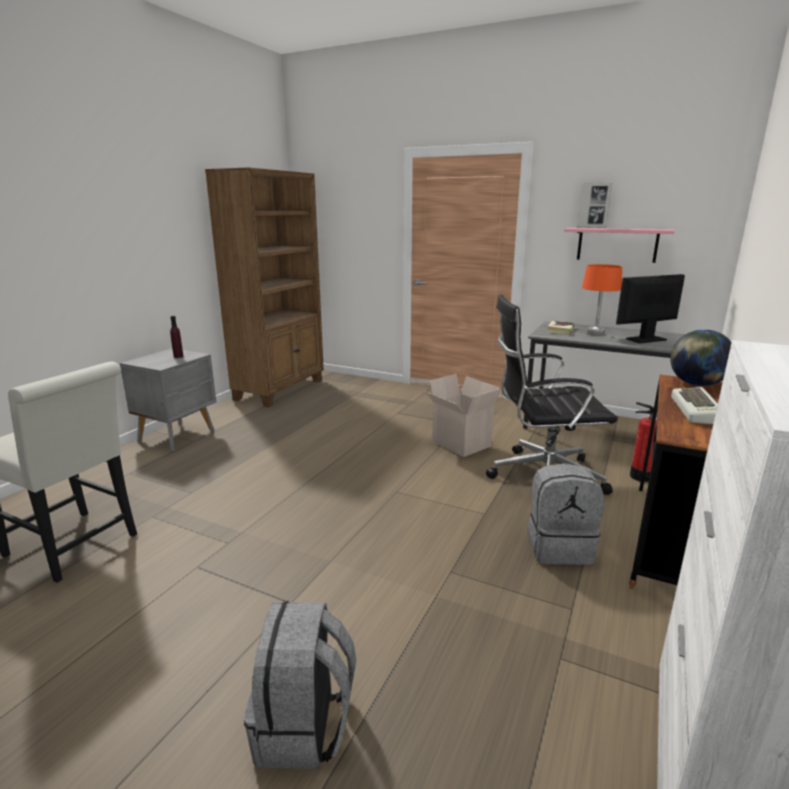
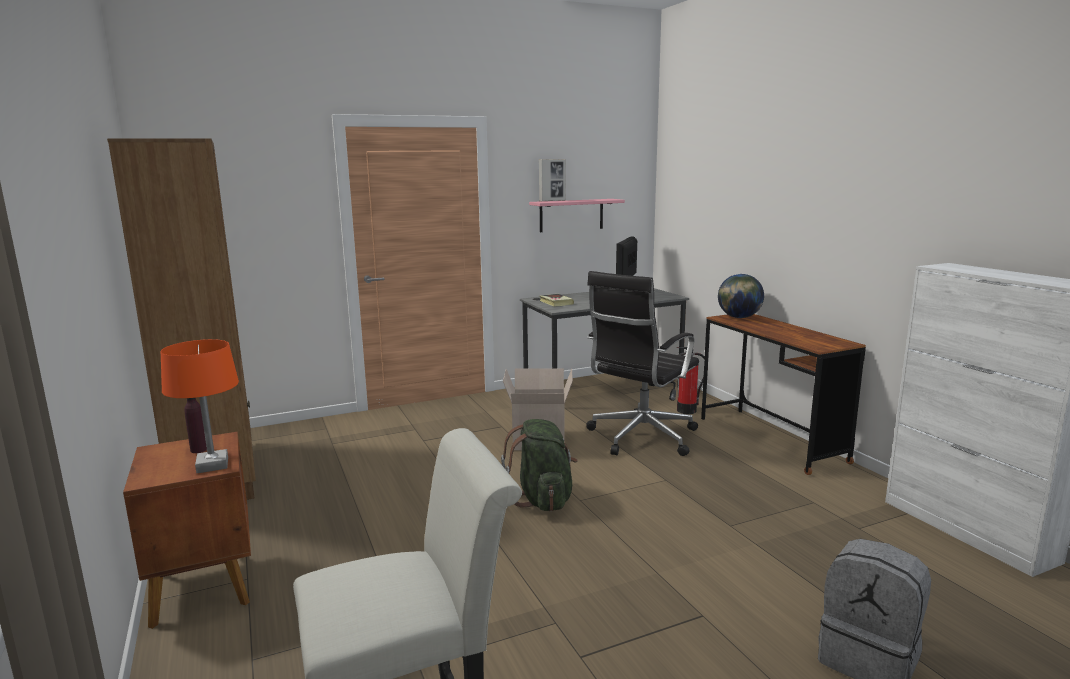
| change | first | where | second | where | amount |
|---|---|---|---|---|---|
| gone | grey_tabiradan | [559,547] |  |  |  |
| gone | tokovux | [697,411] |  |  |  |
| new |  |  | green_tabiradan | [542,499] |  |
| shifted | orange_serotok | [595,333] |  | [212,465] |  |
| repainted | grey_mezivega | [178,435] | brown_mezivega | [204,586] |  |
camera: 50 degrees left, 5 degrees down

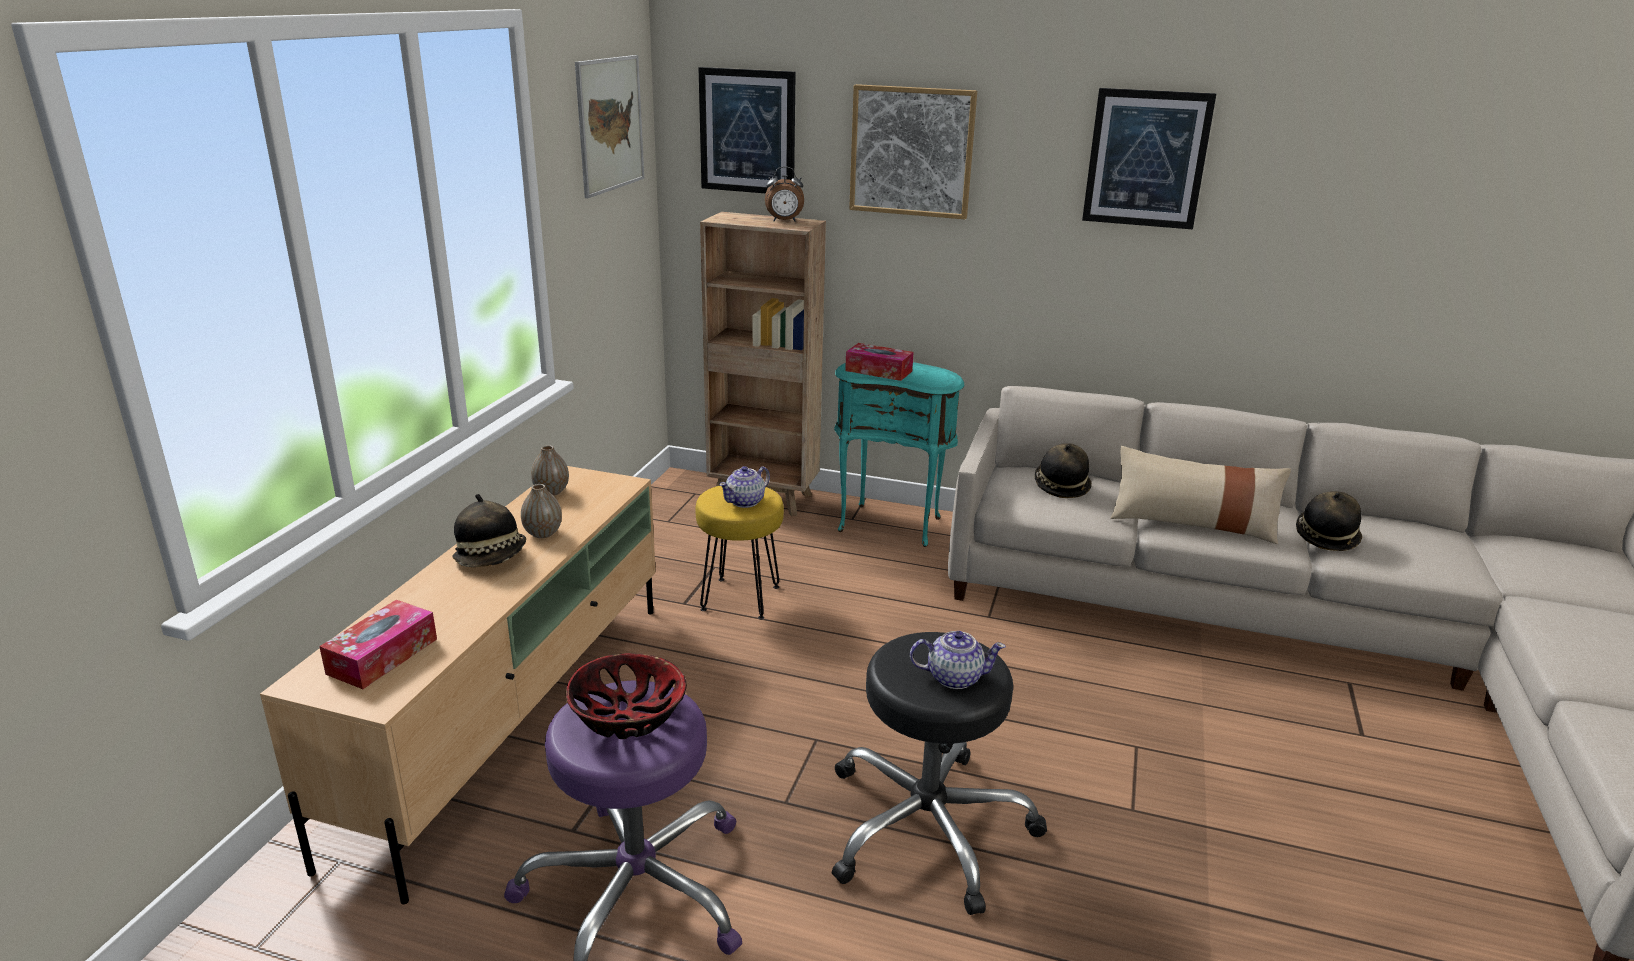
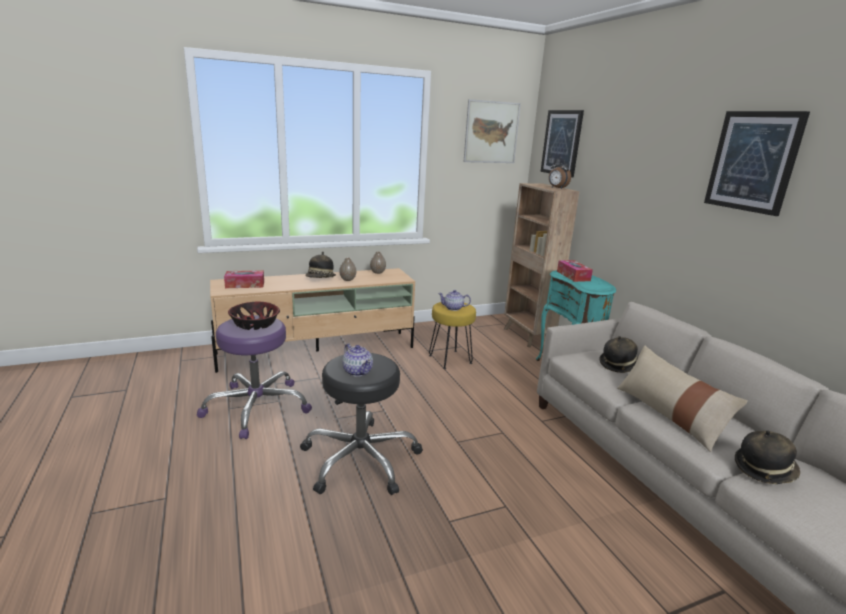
| change | first | where | second | where | amount |
|---|---|---|---|---|---|
| gone | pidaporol | [912,151] |  |  |  |
camera: 50 degrees right, 5 degrees down

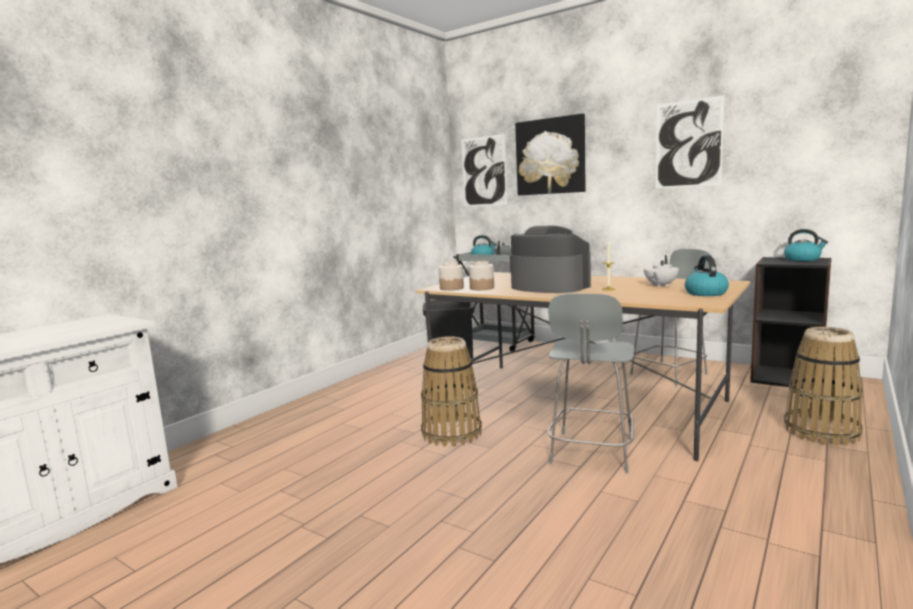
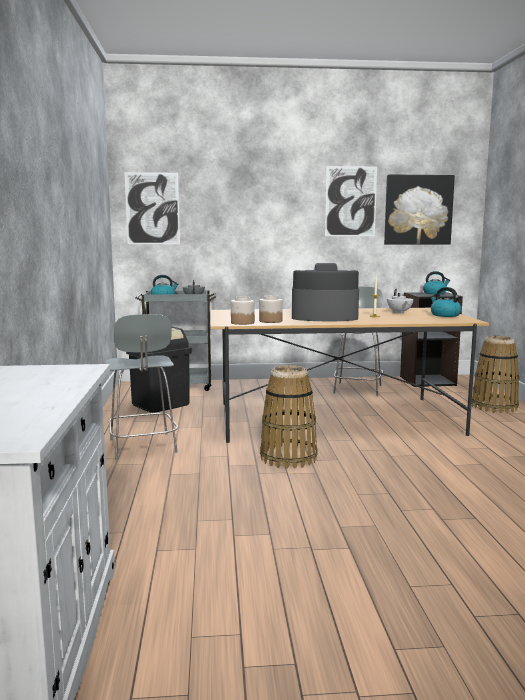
| change | first | where | second | where | amount |
|---|---|---|---|---|---|
| shifted | pidaporol | [550,156] |  | [418,210] |  |
| shifted | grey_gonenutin | [591,453] |  | [143,447] |  |
camera: 40 degrees left, 0 degrees up

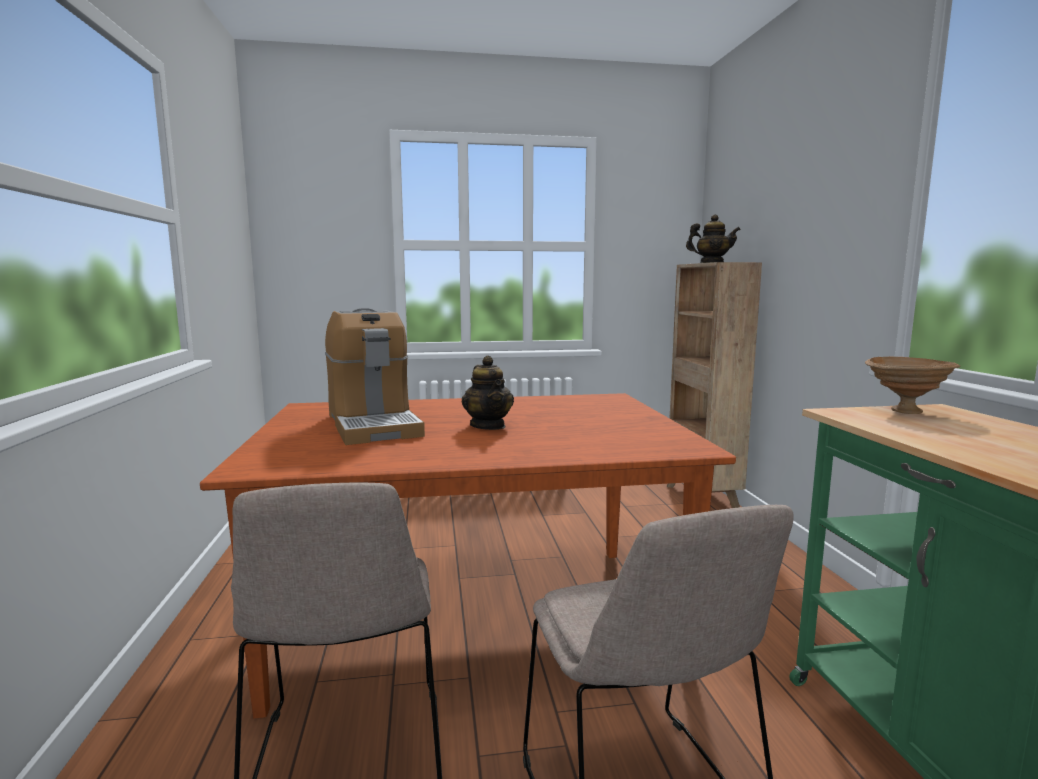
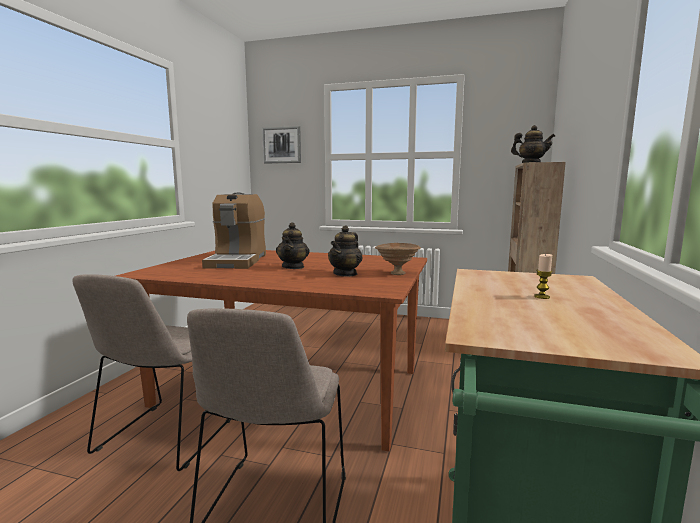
| change | first | where | second | where | amount |
|---|---|---|---|---|---|
| new |  |  | pidaporol | [282,145] |  |
| new |  |  | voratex | [345,274] |  |
| new |  |  | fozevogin | [542,297] |  |
| shifted | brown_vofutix | [905,411] |  | [396,273] |  |
camera: 25 degrees right, 0 degrees up

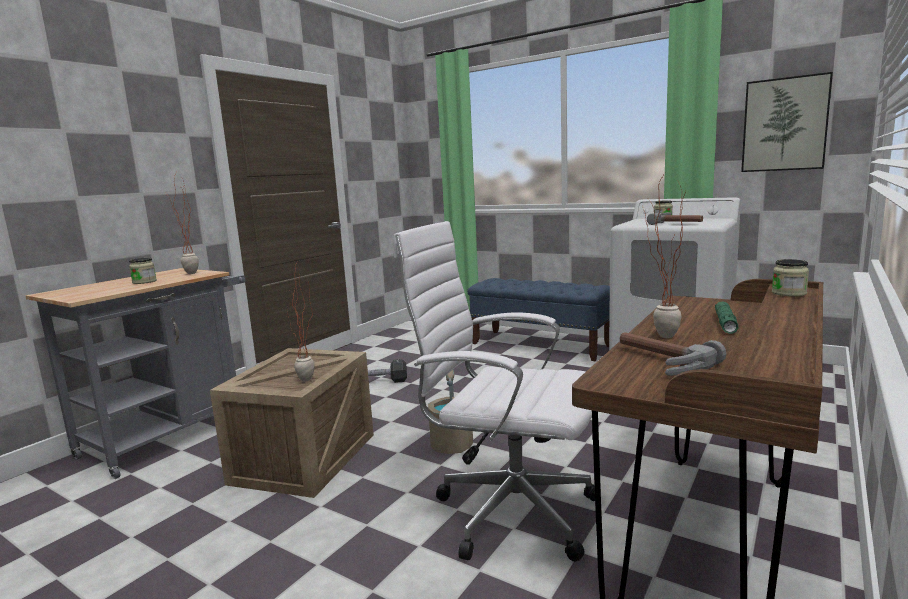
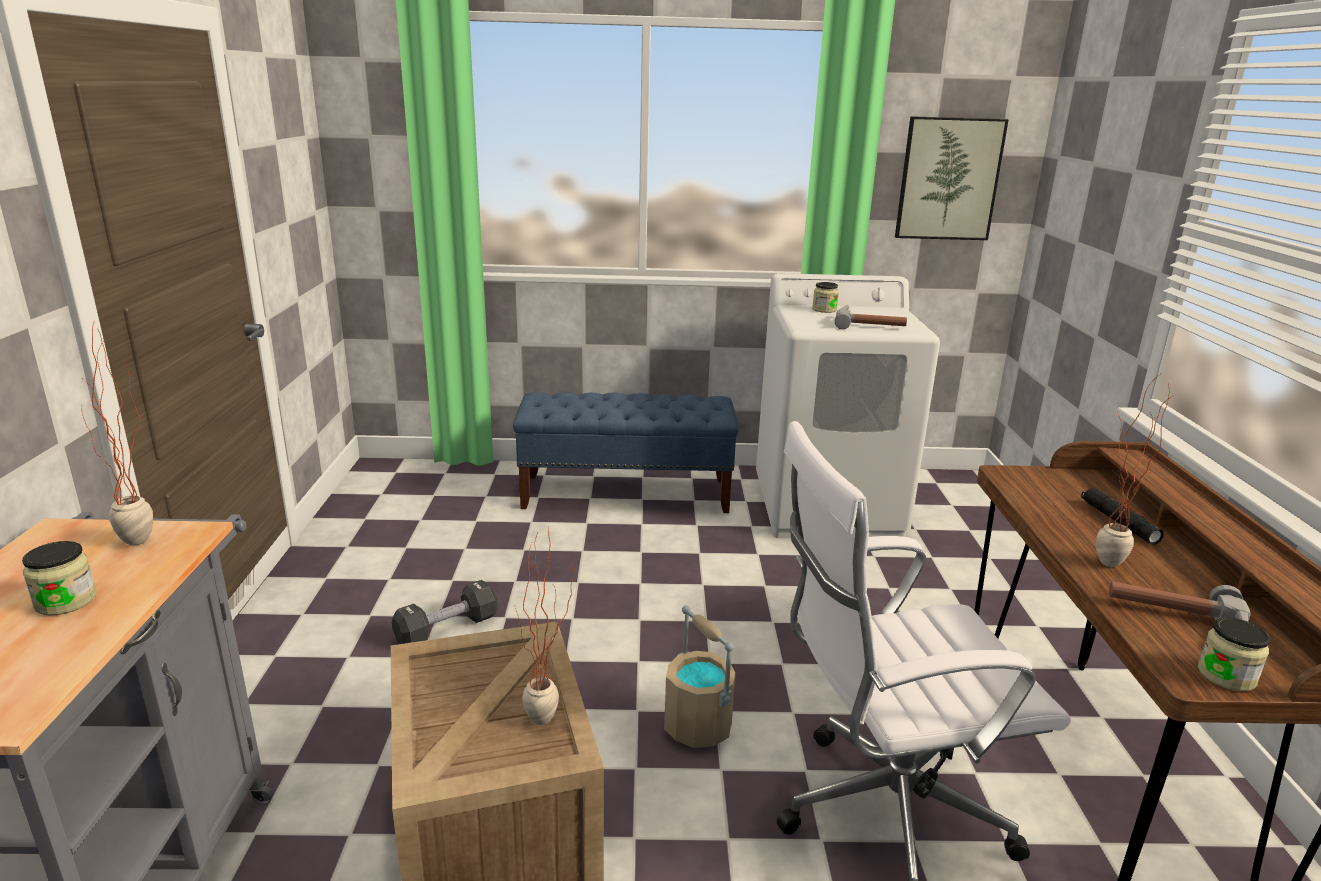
| change | first | where | second | where | amount |
|---|---|---|---|---|---|
| shifted | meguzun | [789,293] |  | [1226,675] |  |
| repainted | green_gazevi | [725,323] | black_gazevi | [1118,522] |  |
camera: 35 degrees left, 10 degrees up

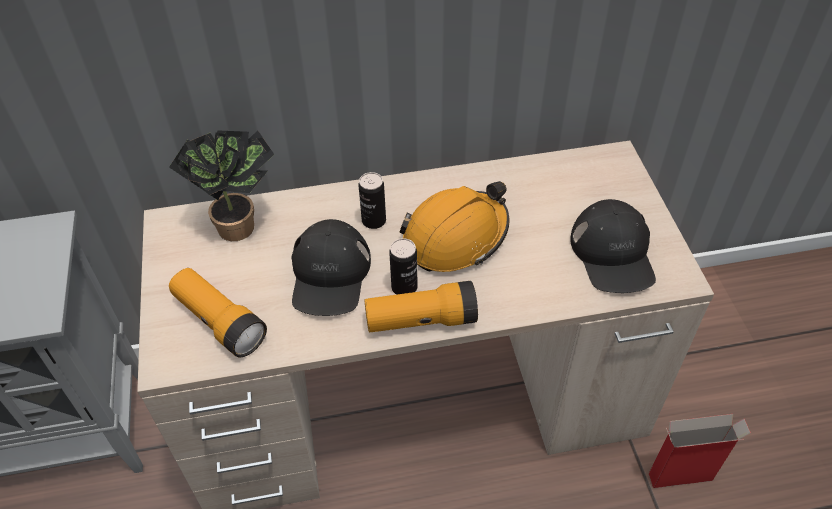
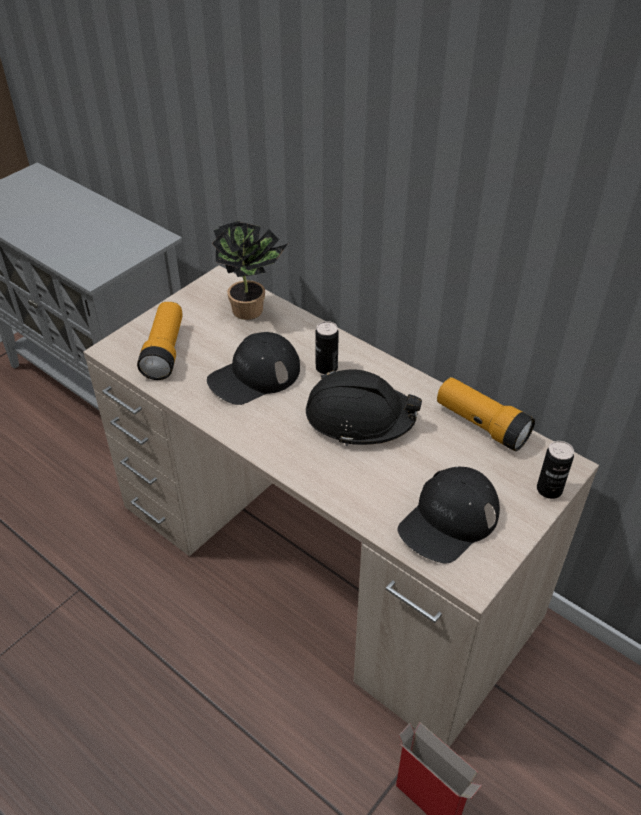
| change | first | where | second | where | amount |
|---|---|---|---|---|---|
| shifted | gazevi | [421,320] |  | [481,425] |  |
| shifted | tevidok | [404,287] |  | [549,489] |  |
| repainted | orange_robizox | [456,237] | black_robizox | [360,418] |  |
camera: 50 degrees right, 5 degrees down

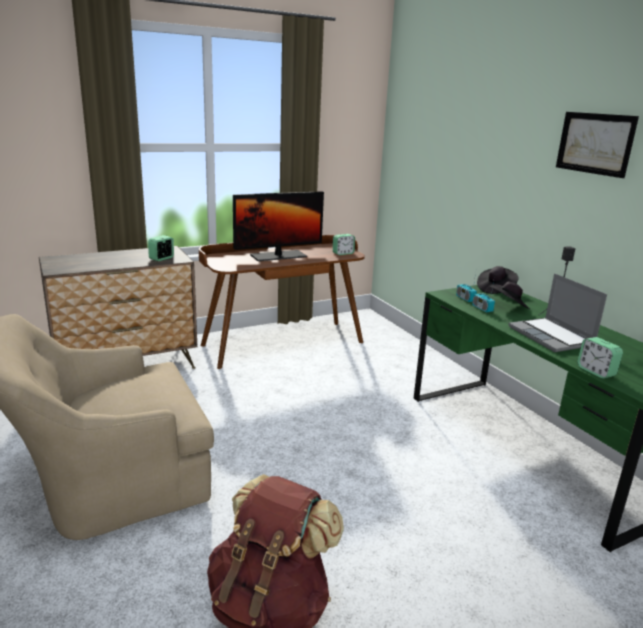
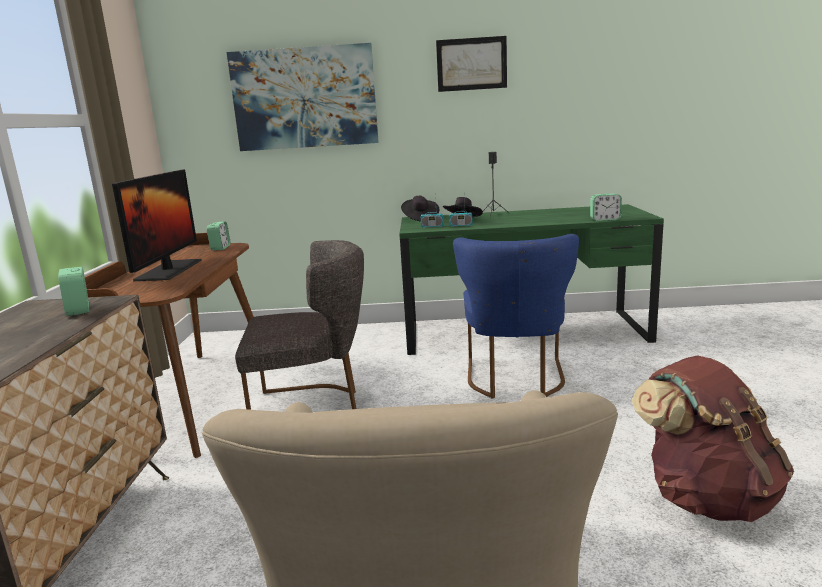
| change | first | where | second | where | amount |
|---|---|---|---|---|---|
| gone | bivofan | [552,337] |  |  |  |
| new |  |  | pidaporol | [304,98] |  |
| new |  |  | grey_gonenutin | [313,408] |  |
| new |  |  | blue_gonenutin | [515,380] |  |
camera: 60 degrees left, 5 degrees down

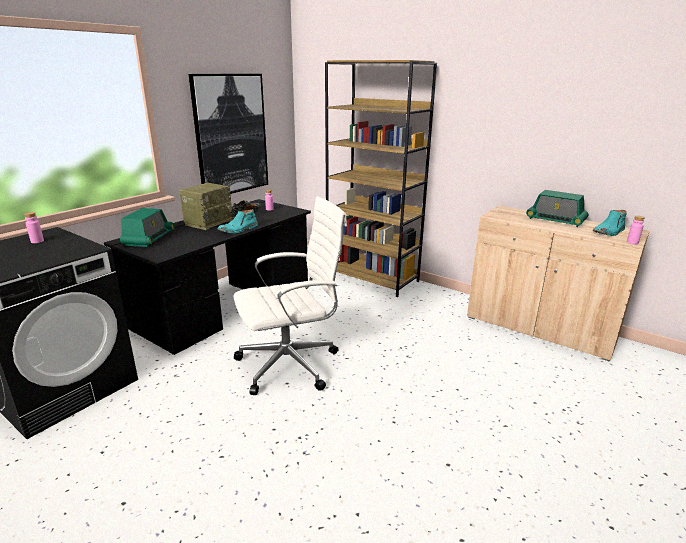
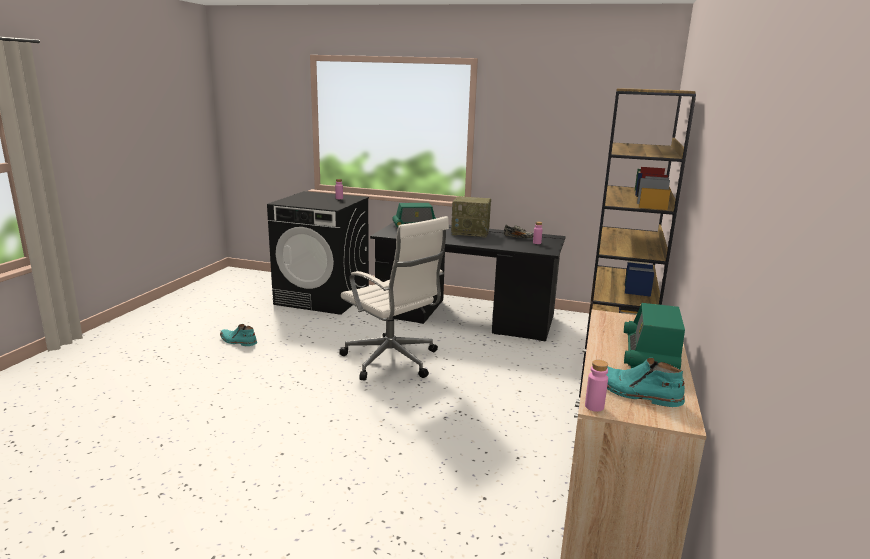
| change | first | where | second | where | amount |
|---|---|---|---|---|---|
| gone | pidaporol | [231,135] |  |  |  |
| shifted | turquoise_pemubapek | [239,230] |  | [238,341] |  |
camera: 70 degrees right, 5 degrees down

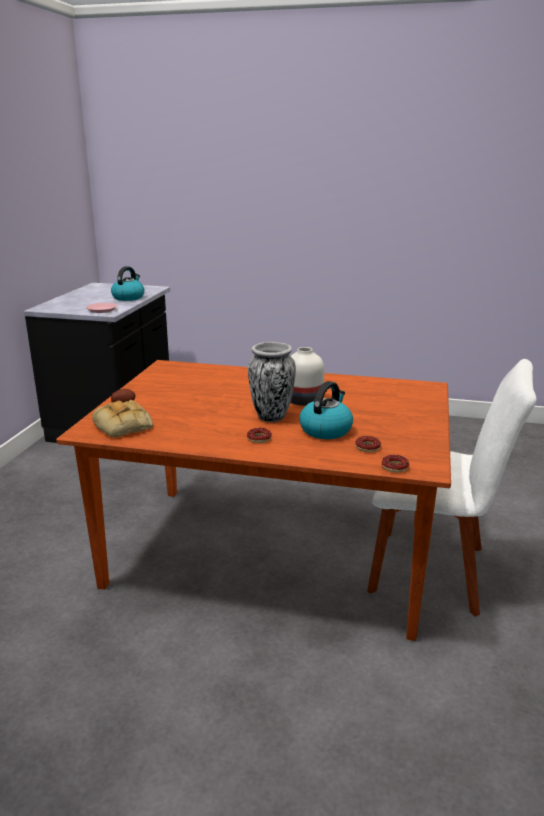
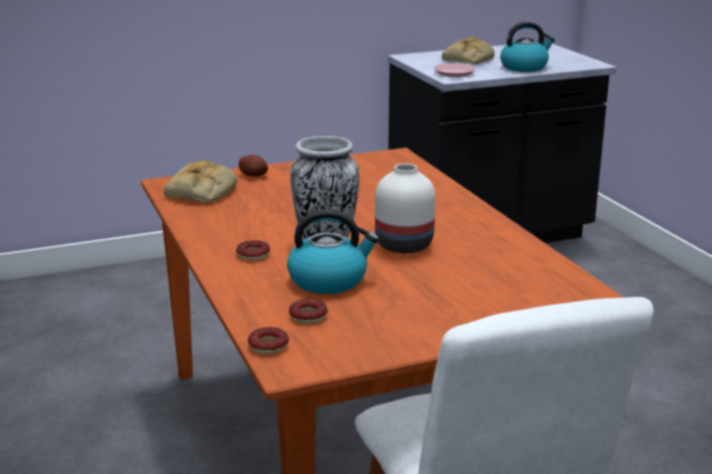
| change | first | where | second | where | amount |
|---|---|---|---|---|---|
| new |  |  | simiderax | [468,59] |  |
camera: 55 degrees right, 0 degrees up

